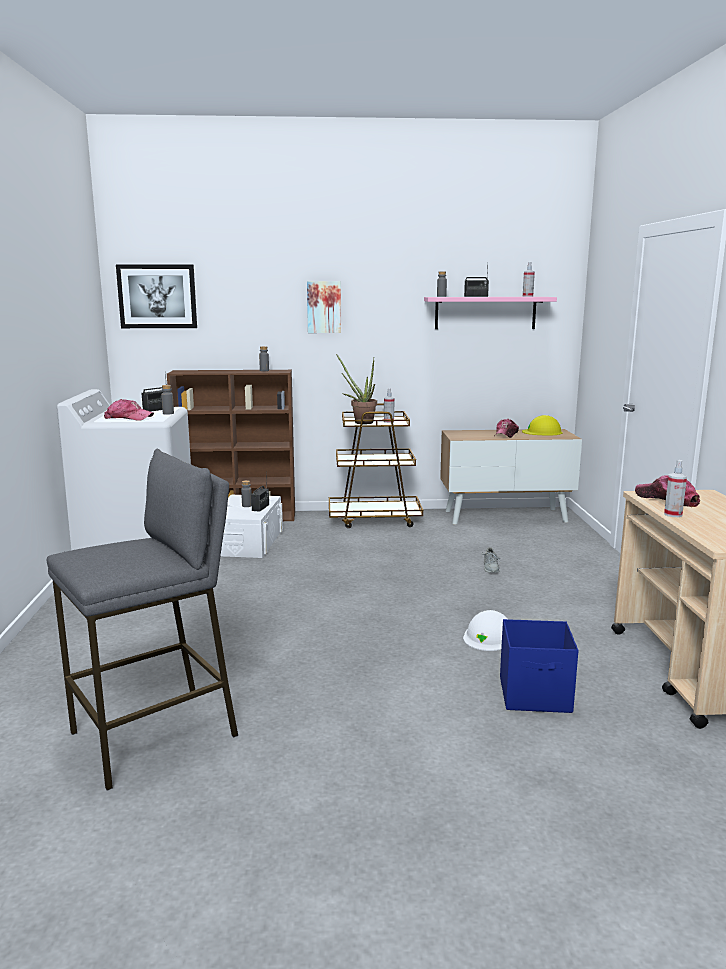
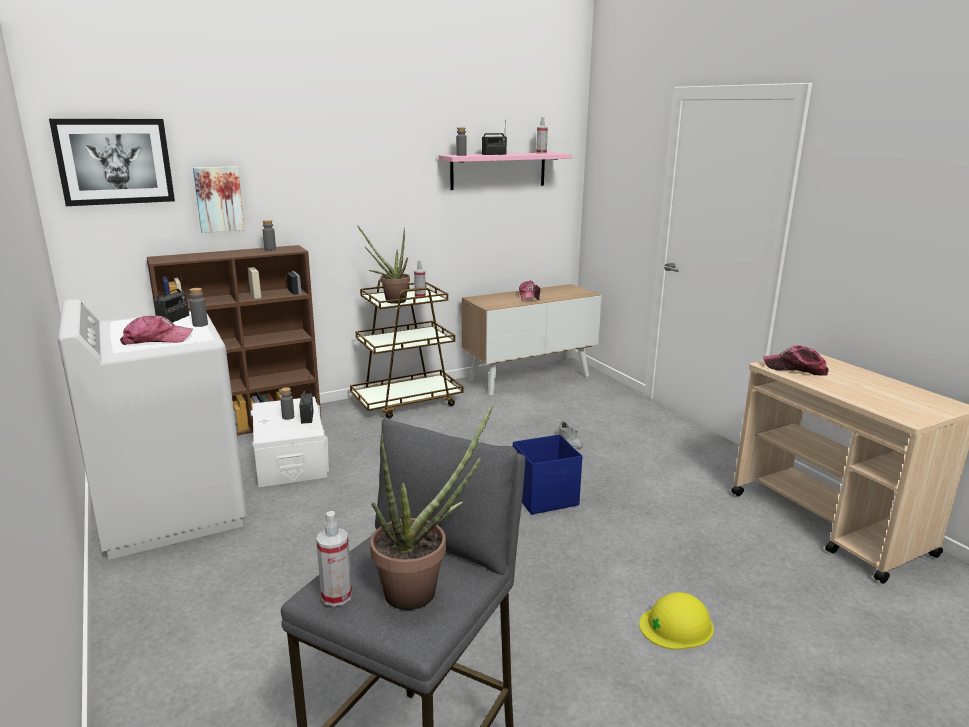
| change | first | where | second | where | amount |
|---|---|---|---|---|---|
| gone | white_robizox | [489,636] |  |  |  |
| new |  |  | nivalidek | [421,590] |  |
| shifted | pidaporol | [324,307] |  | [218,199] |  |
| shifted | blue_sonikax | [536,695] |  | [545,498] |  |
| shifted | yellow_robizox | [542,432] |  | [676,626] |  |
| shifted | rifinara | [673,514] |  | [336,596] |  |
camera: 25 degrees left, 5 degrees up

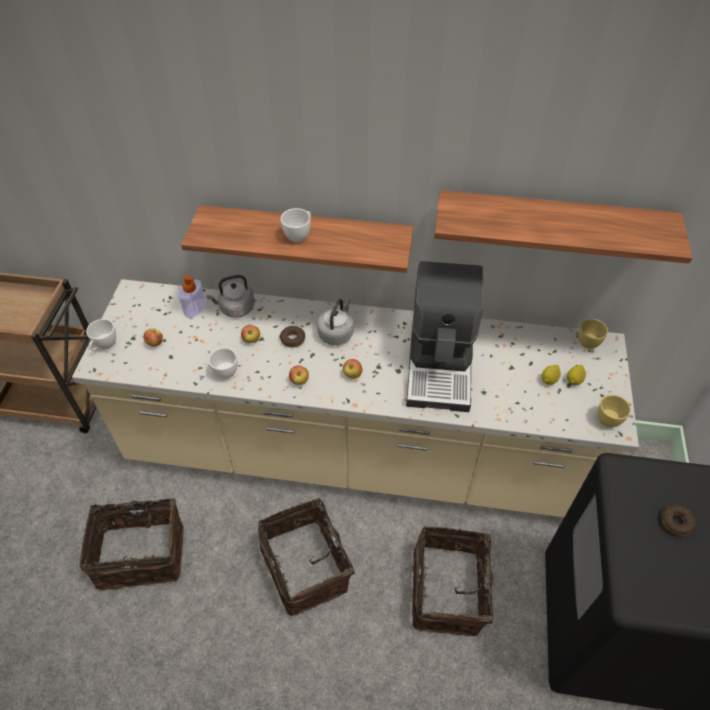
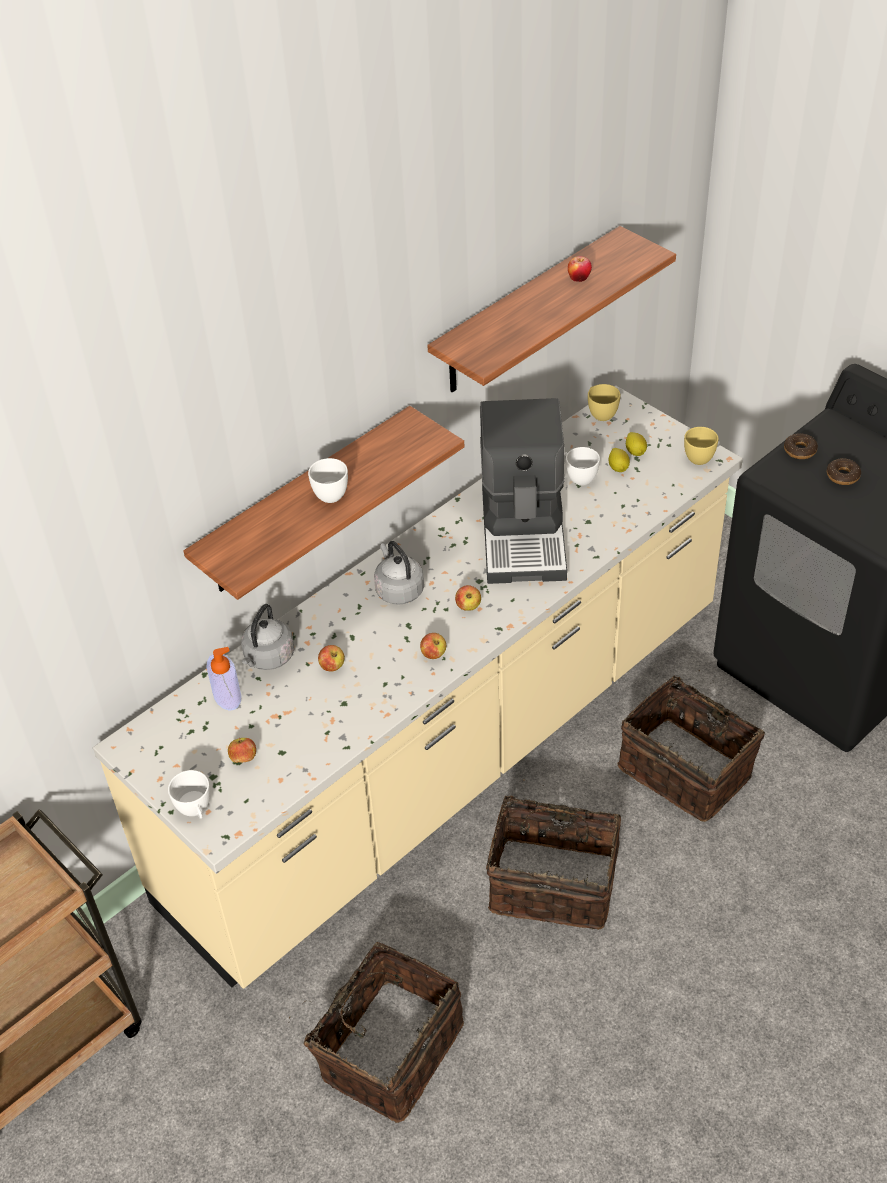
| change | first | where | second | where | amount |
|---|---|---|---|---|---|
| new |  |  | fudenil | [579,279] |  |
| shifted | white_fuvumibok | [226,370] |  | [578,477] |  |
| shifted | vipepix | [292,339] |  | [800,450] |  |
| rotated | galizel | [441,365] |  | [525,533] | 45 degrees clockwise |
camera: 50 degrees left, 5 degrees down

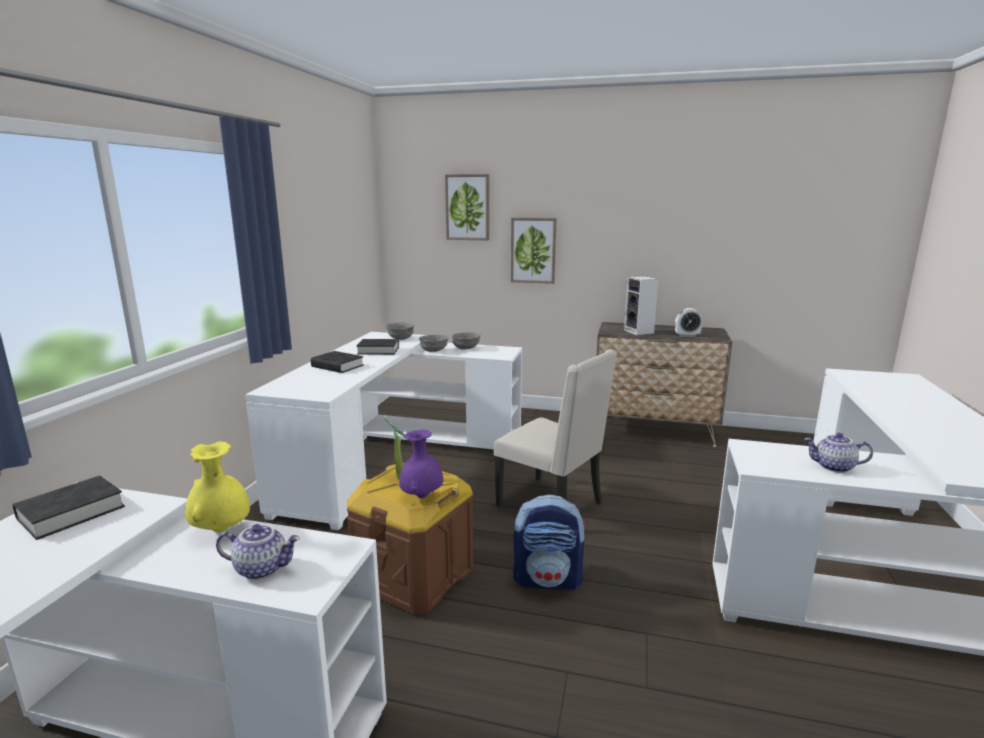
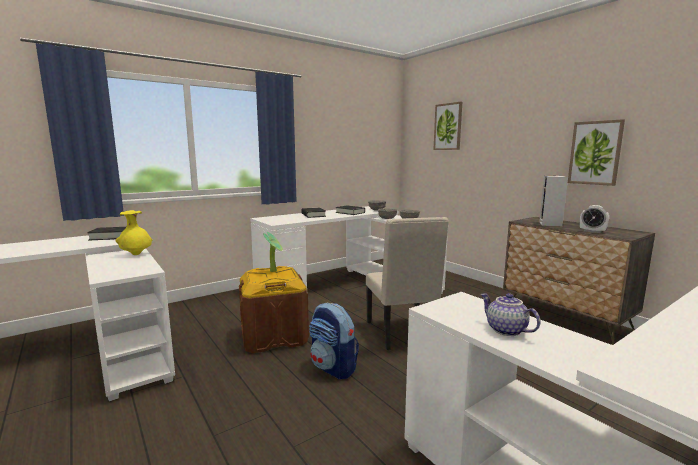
| change | first | where | second | where | amount |
|---|---|---|---|---|---|
| gone | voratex | [262,568] |  |  |  |
| gone | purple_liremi | [422,496] |  |  |  |
| shifted | pidaporol | [533,250] |  | [595,153] |  |
camera: 40 degrees right, 5 degrees down

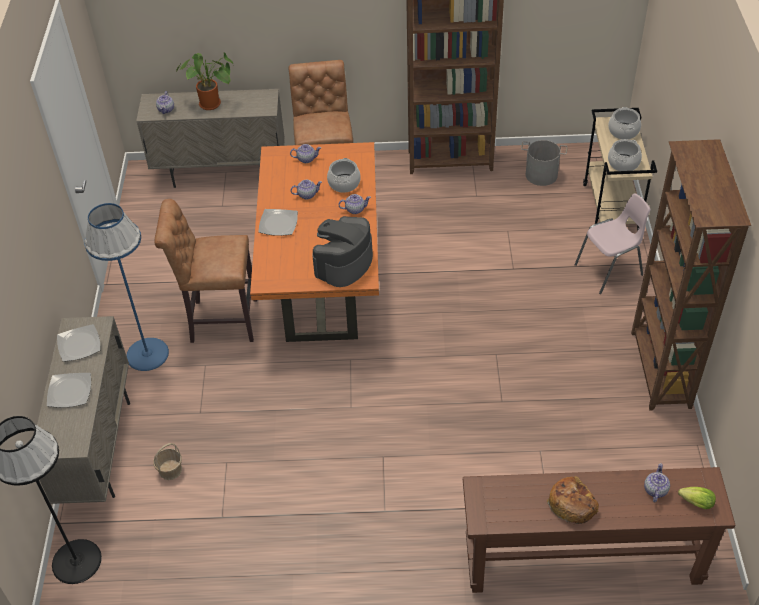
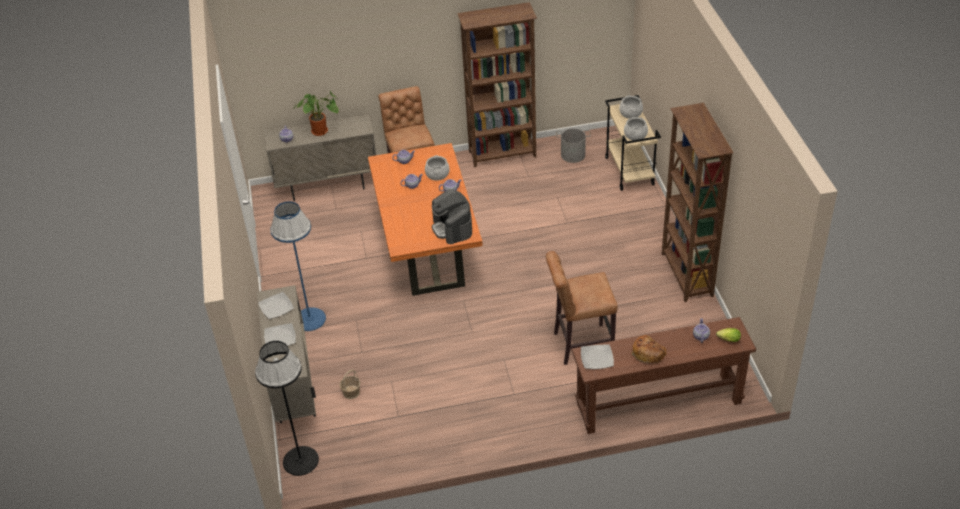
| change | first | where | second | where | amount |
|---|---|---|---|---|---|
| gone | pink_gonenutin | [610,270] |  |  |  |
| shifted | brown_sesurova | [219,321] |  | [579,345] |  |
| shifted | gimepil | [278,224] |  | [597,358] |  |
| rotated | galizel | [343,264] |  | [452,228] | 45 degrees counterclockwise |
camera: 10 degrees left, 5 degrees down

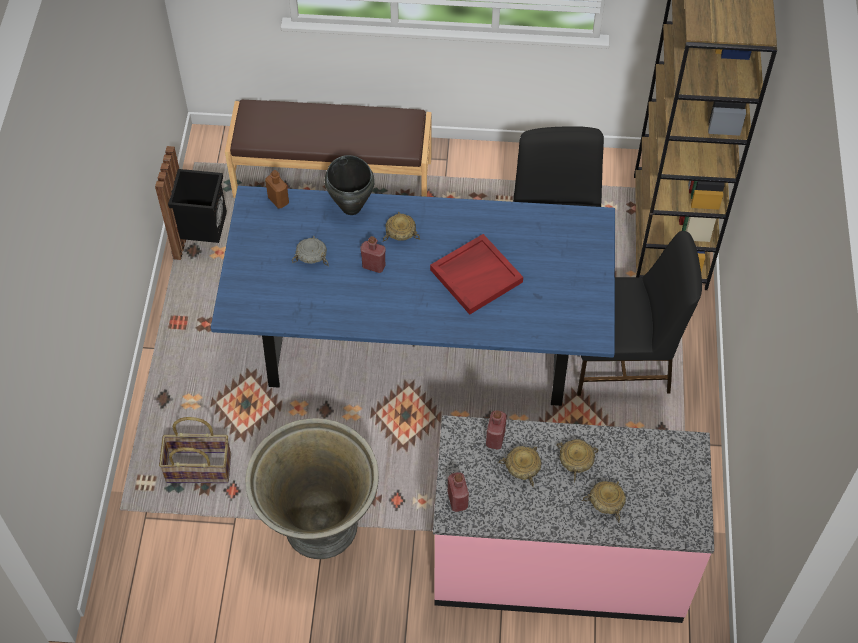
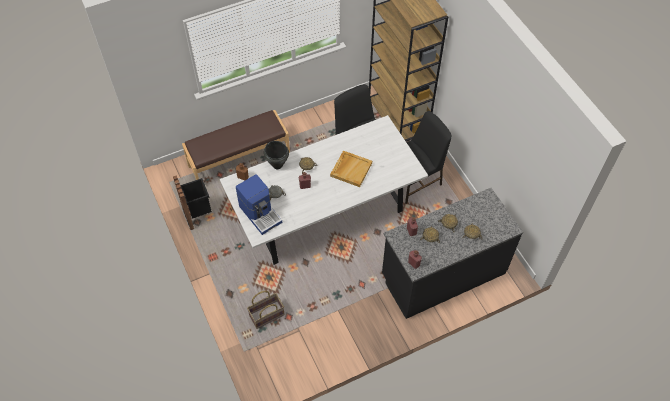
| change | first | where | second | where | amount |
|---|---|---|---|---|---|
| gone | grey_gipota | [319,527] |  |  |  |
| new |  |  | galizel | [260,213] |  |
| repainted | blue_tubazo | [419,338] | white_tubazo | [324,212] |  |
| repainted | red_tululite | [476,275] | beige_tululite | [351,169] |  |
| repainted | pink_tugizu | [559,560] | black_tugizu | [442,274] |  |
camera: 30 degrees left, 0 degrees up

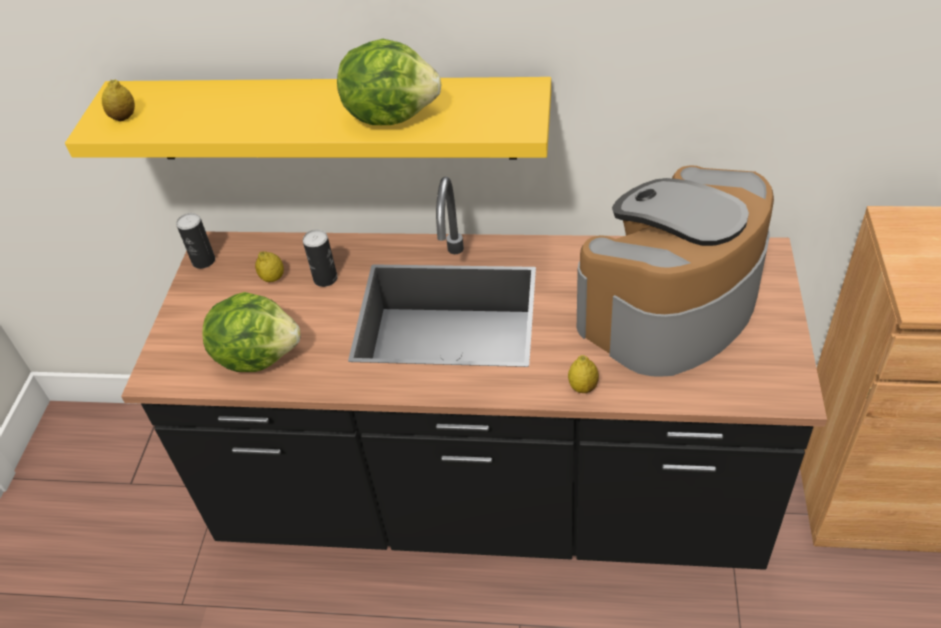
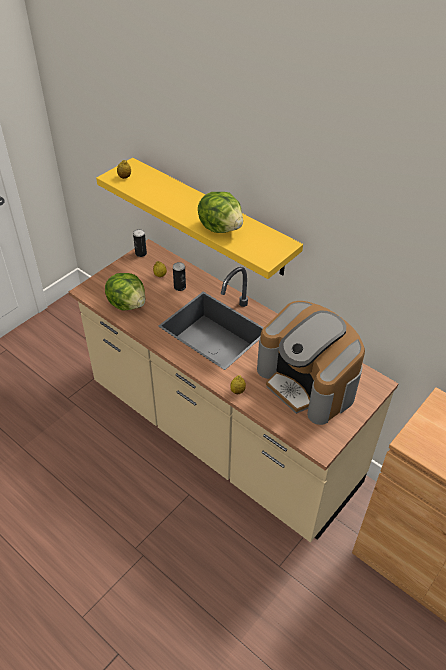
| change | first | where | second | where | amount |
|---|---|---|---|---|---|
| repainted | black_tugizu | [489,499] | beige_tugizu | [221,435] |  |
| rotated | galizel | [670,309] |  | [308,382] | 120 degrees counterclockwise |
camera: 30 degrees right, 0 degrees up

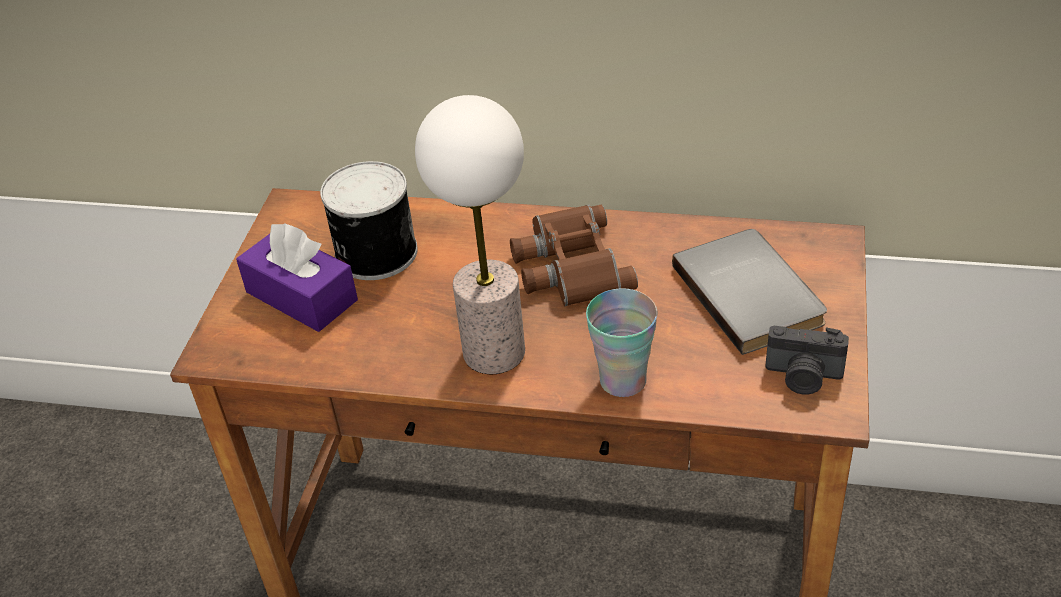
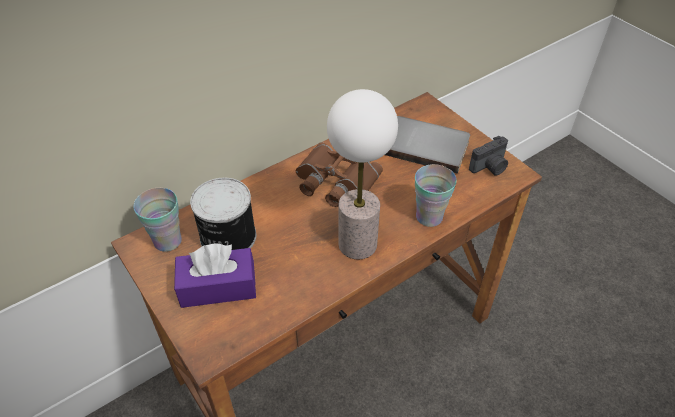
| change | first | where | second | where | amount |
|---|---|---|---|---|---|
| new |  |  | fuvumibok | [167,241] |  |
camera: 50 degrees left, 5 degrees up

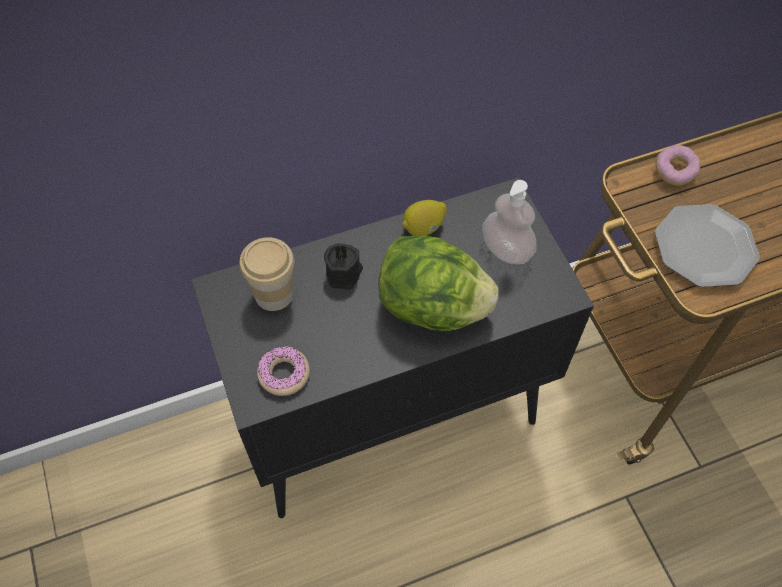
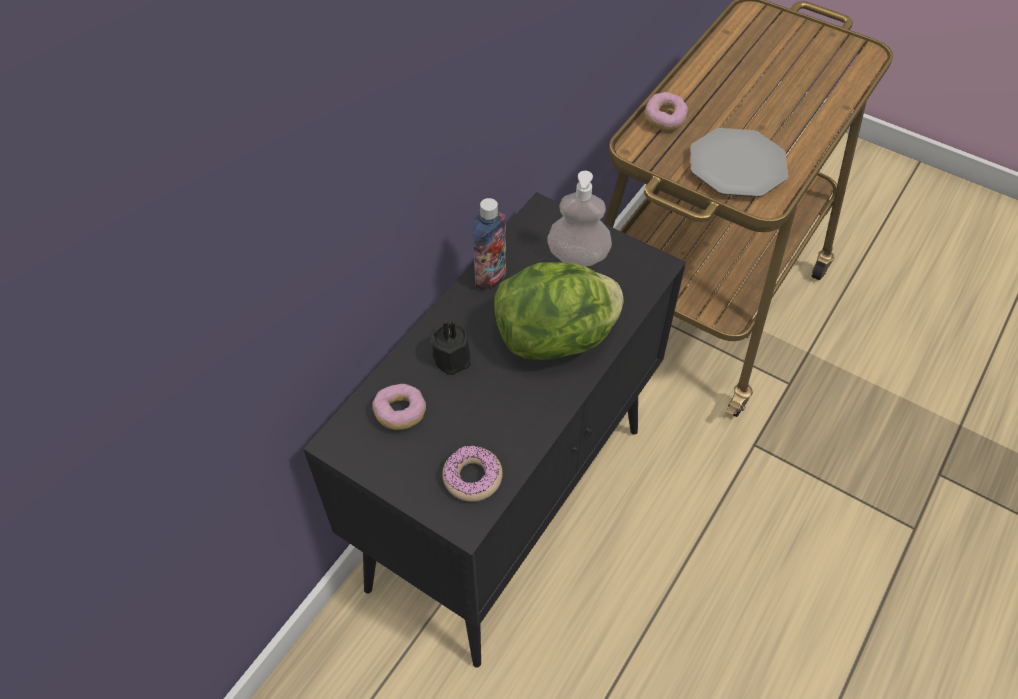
| change | first | where | second | where | amount |
|---|---|---|---|---|---|
| swapped | fuvumibok | [274,294] | vipepix | [400,413] |  |
| swapped | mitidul | [423,228] | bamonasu | [490,277] |  |
camera: 35 degrees left, 5 degrees down

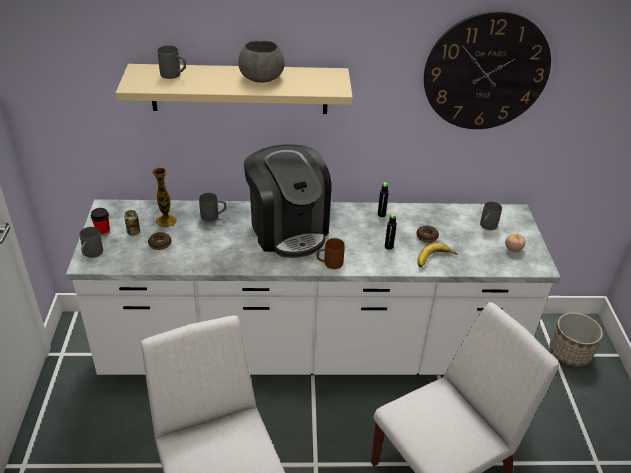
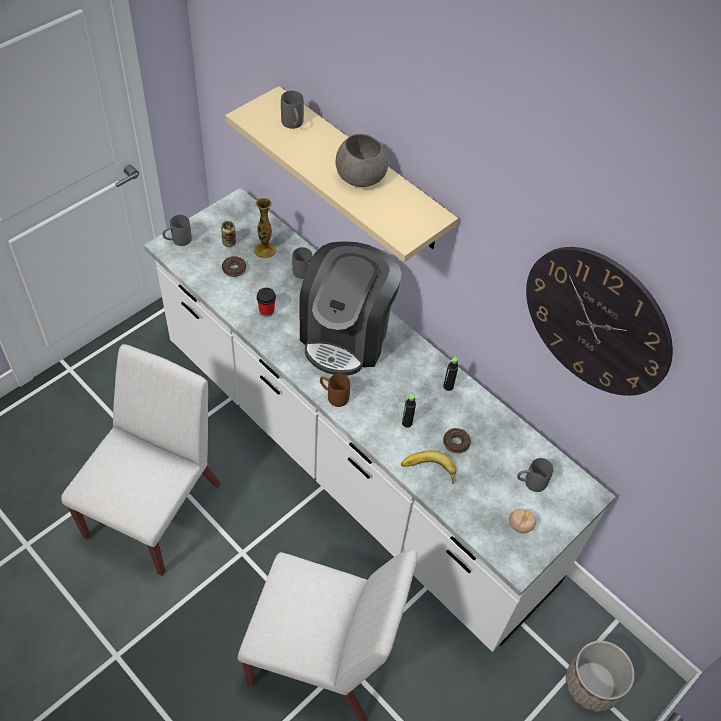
| change | first | where | second | where | amount |
|---|---|---|---|---|---|
| shifted | fuvumibok | [103,231] |  | [266,311] |  |
camera: 45 degrees right, 15 degrees up

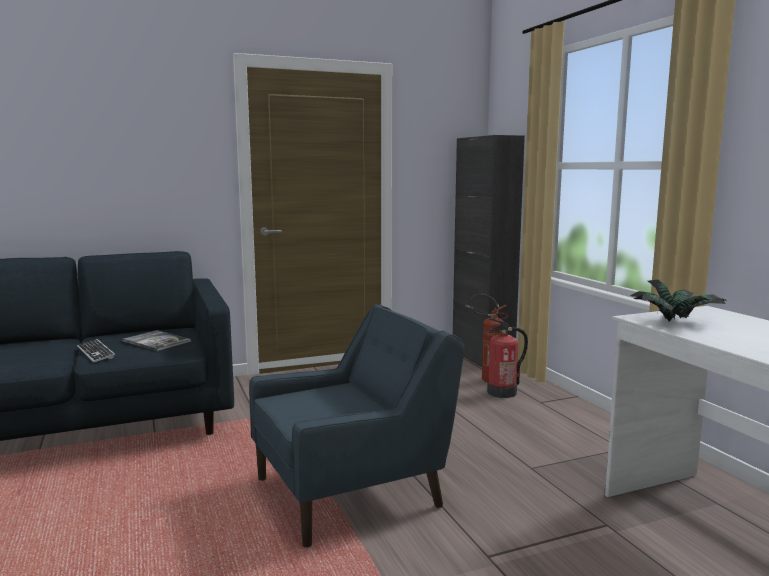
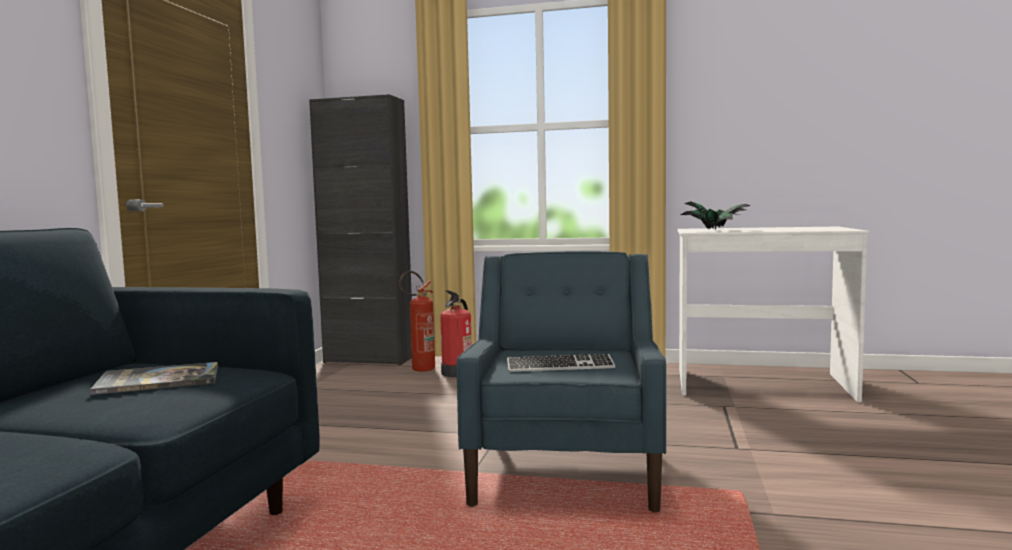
| change | first | where | second | where | amount |
|---|---|---|---|---|---|
| shifted | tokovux | [95,352] |  | [560,366] |  |
camera: 55 degrees left, 5 degrees down

